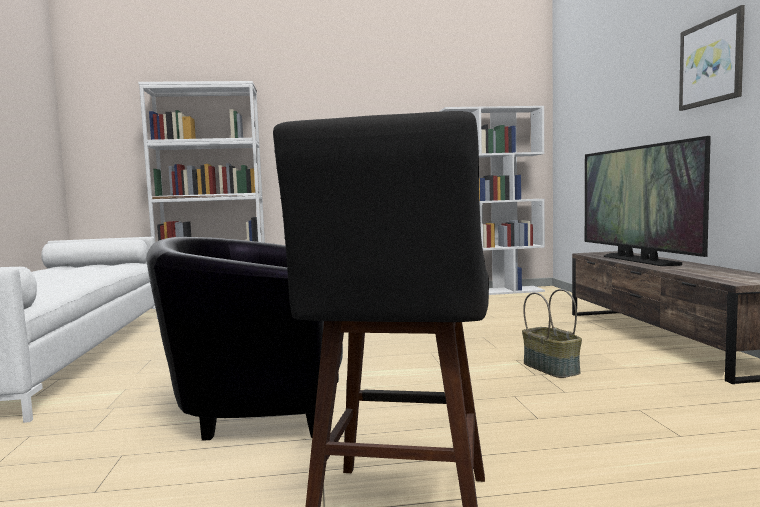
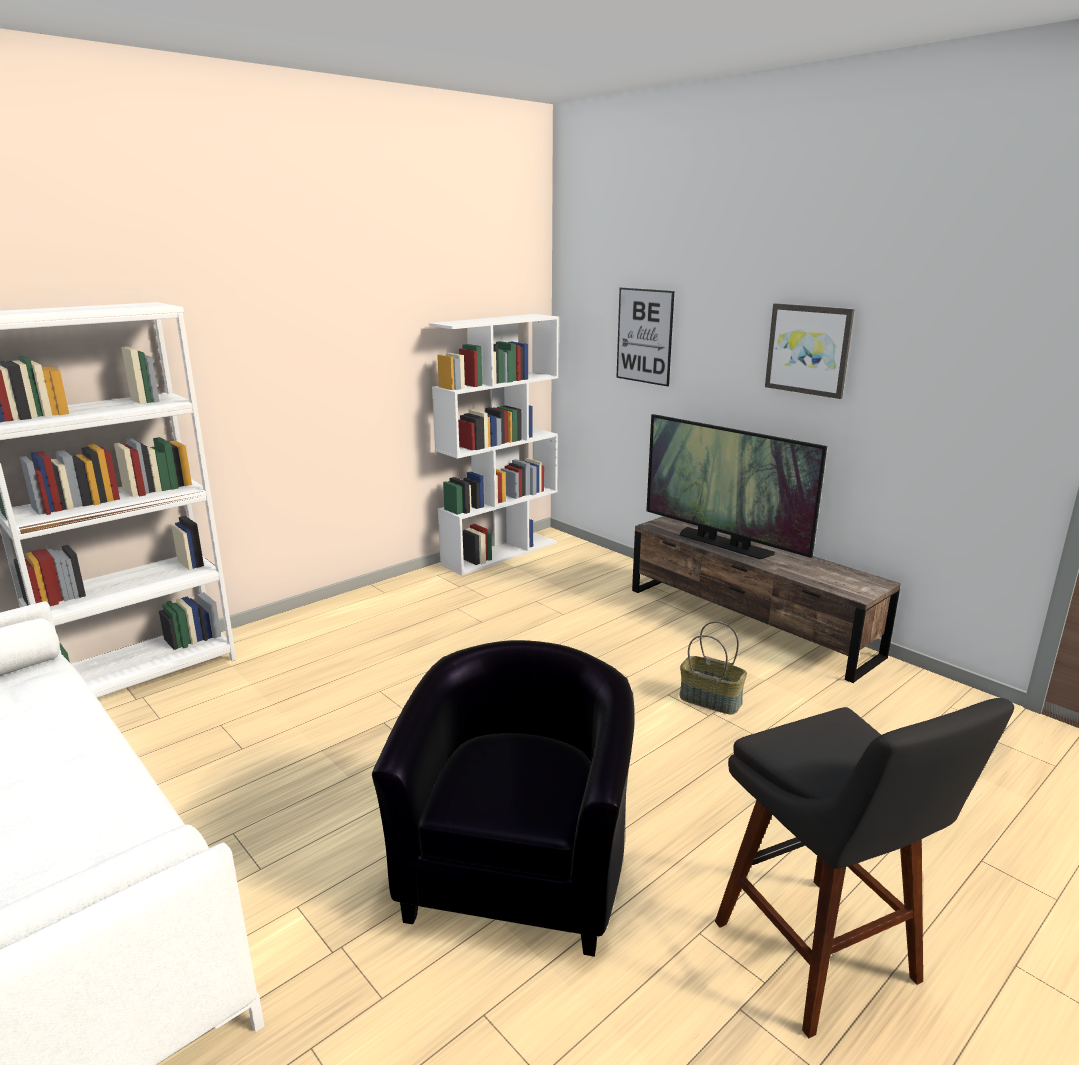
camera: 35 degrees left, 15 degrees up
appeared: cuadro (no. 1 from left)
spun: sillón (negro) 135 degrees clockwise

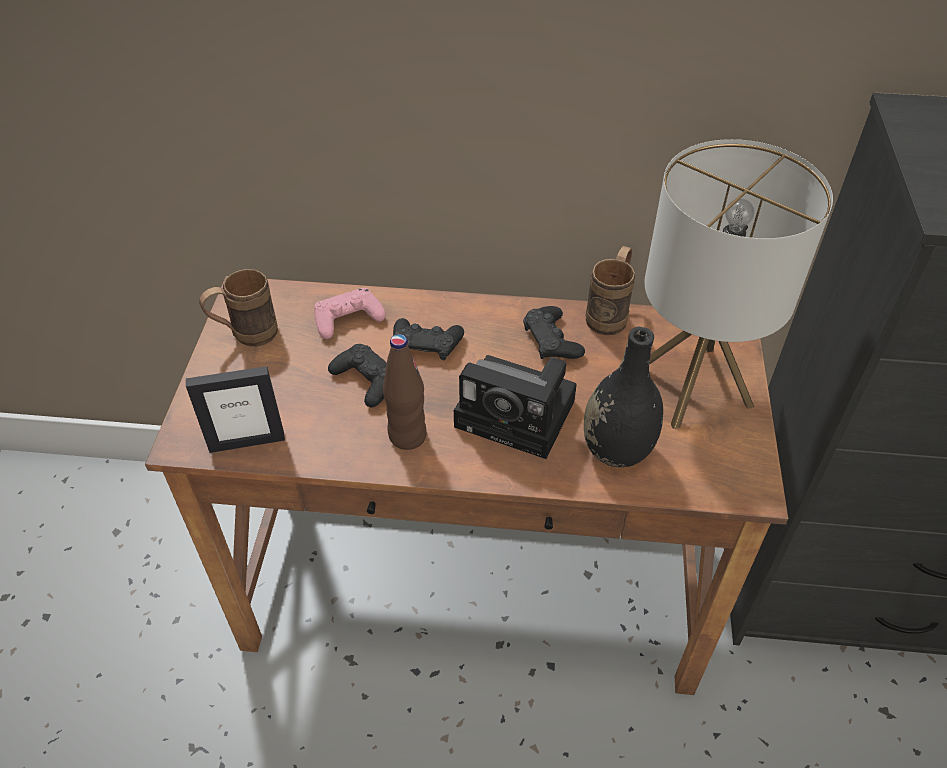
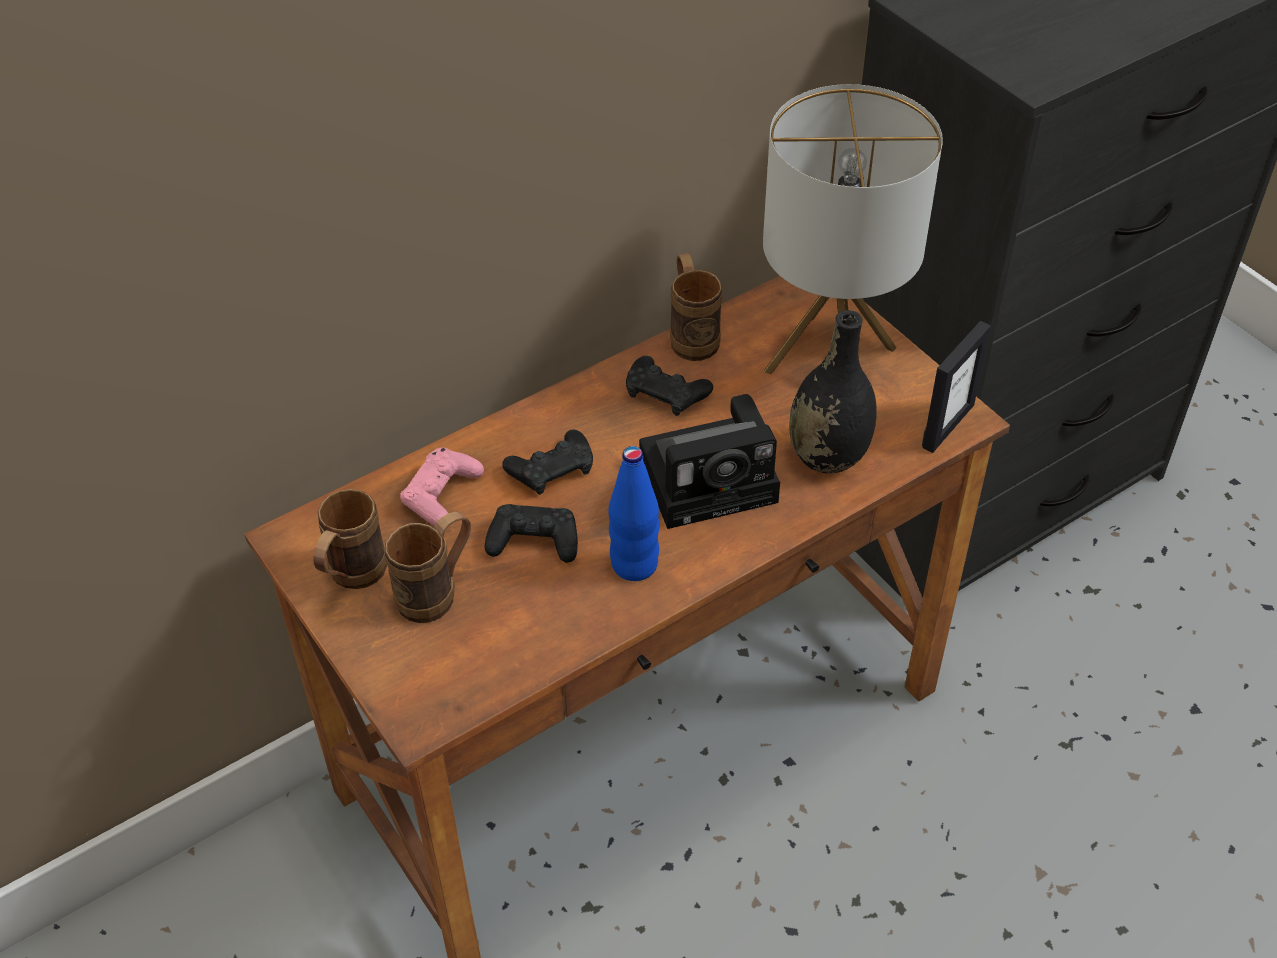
camera: 40 degrees left, 0 degrees up
appeared: taza grande (marrón) (no. 2 from left)
relocated: portarretratos
colour: botella (marrón) to botella (azul)

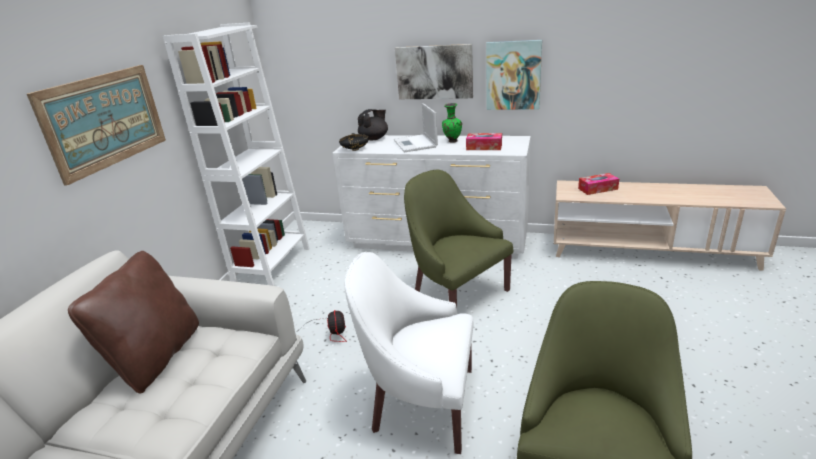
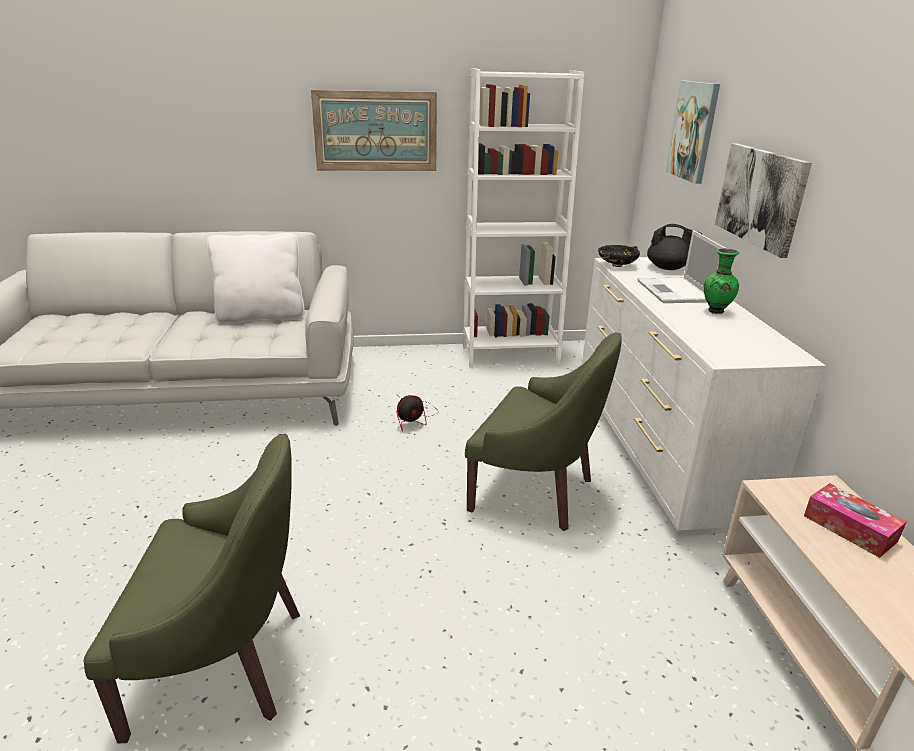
camera: 65 degrees right, 0 degrees up
missing: caja de pañuelos (no. 1 from left); sillón (blanco)
relocated: cuadro (no. 3 from left in the first image) to cuadro (no. 2 from left)
colour: cojín (marrón) to cojín (blanco)
spun: portátil 60 degrees counterclockwise; sillón (verde) (no. 1 from left in the first image) 90 degrees clockwise

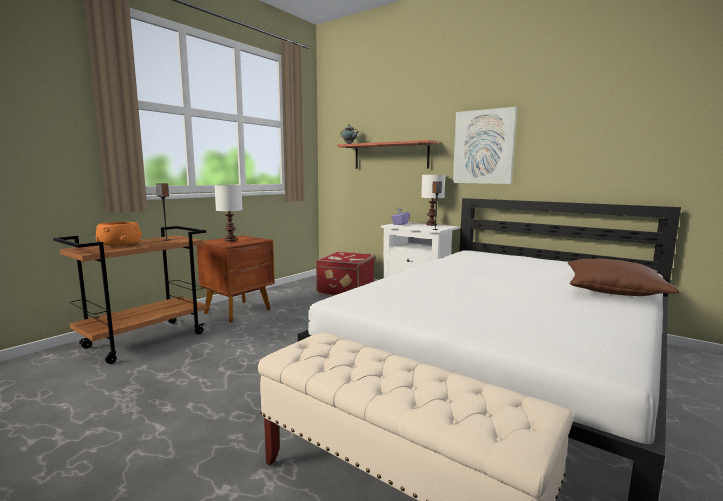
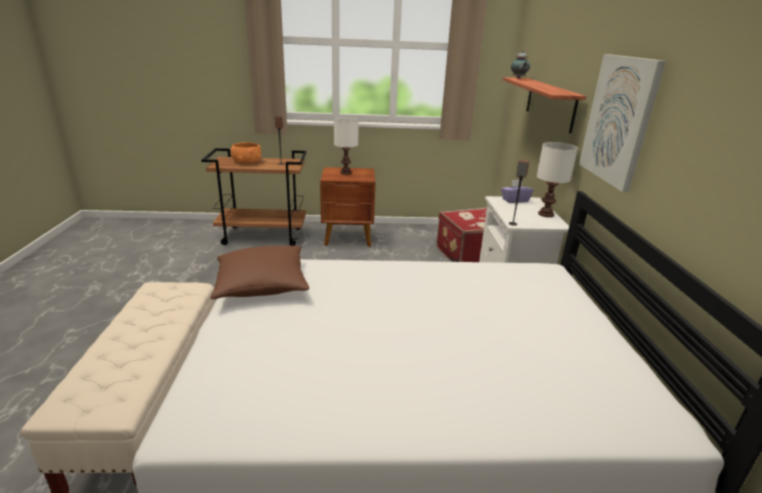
camera: 50 degrees right, 15 degrees up
relocated: cojín (marrón)

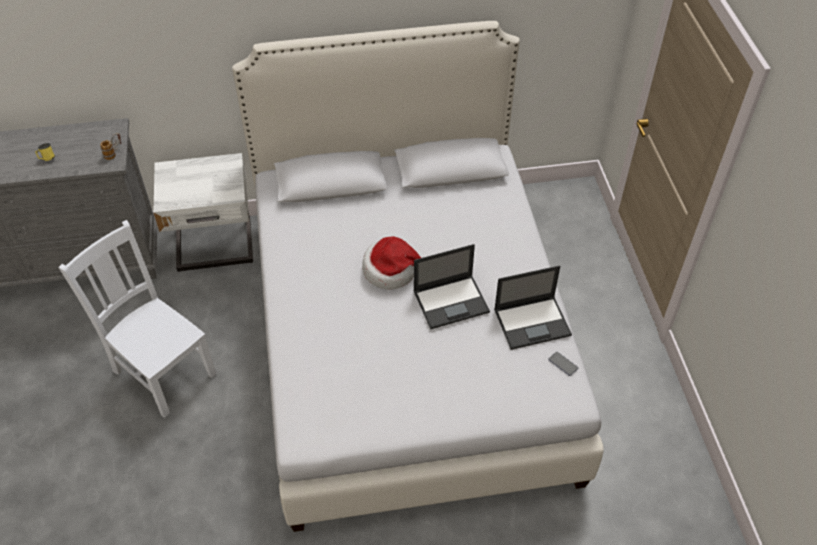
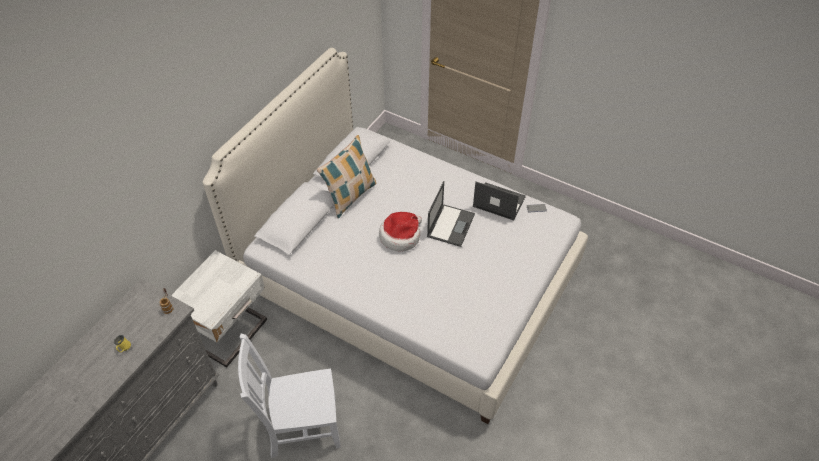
camera: 50 degrees left, 0 degrees up
appeared: cojín
spun: portátil (no. 2 from left) 90 degrees counterclockwise

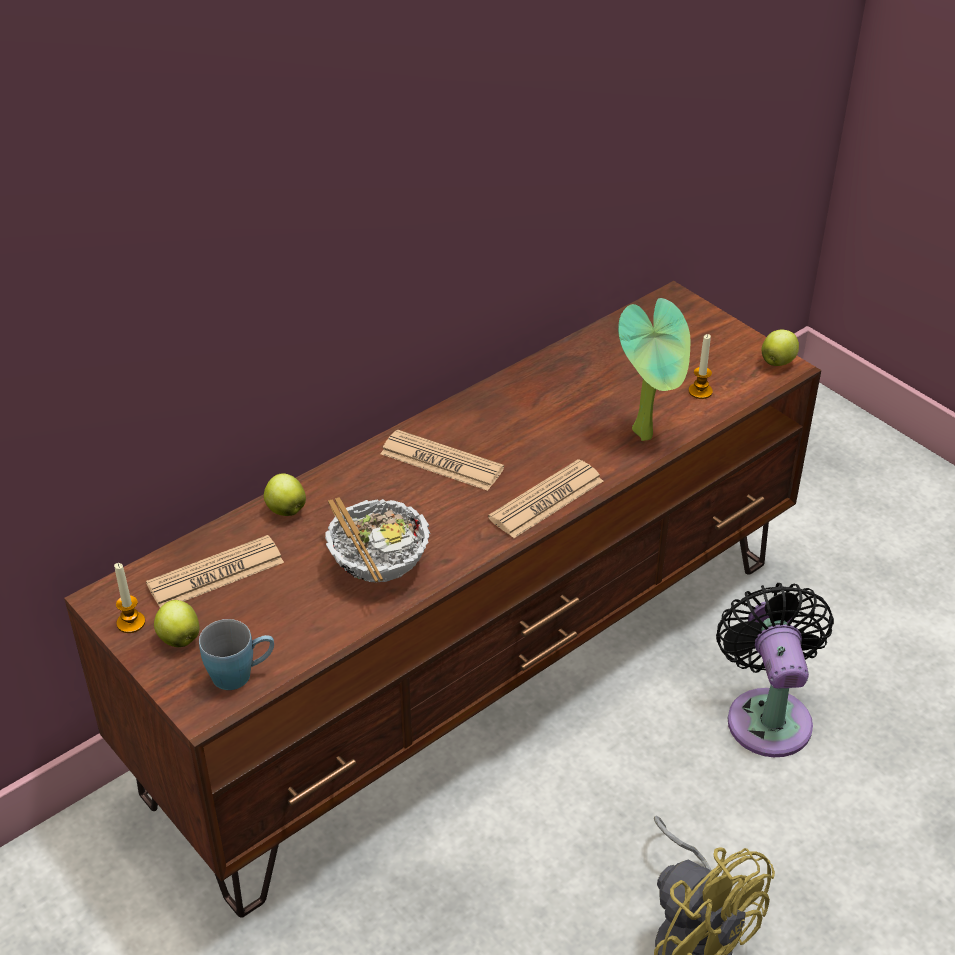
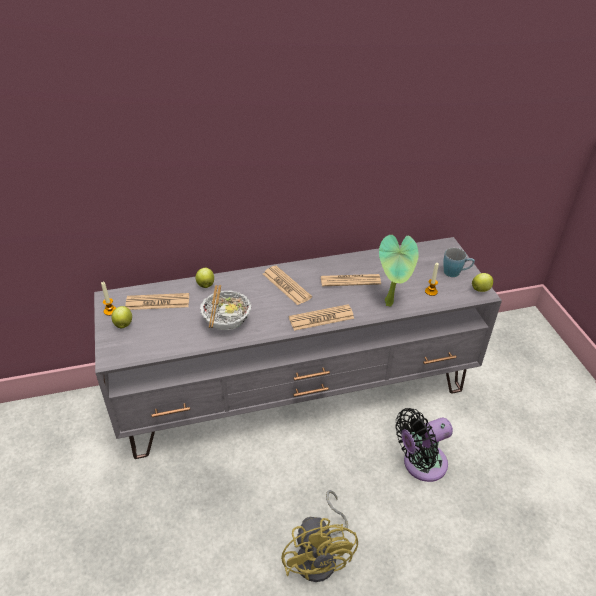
camera: 25 degrees right, 0 degrees up
appeared: periódico (no. 4 from left)
relocated: taza grande (azul)
colour: mueble de televisión (marrón) to mueble de televisión (gris)
spun: ventilador (negro) 135 degrees counterclockwise

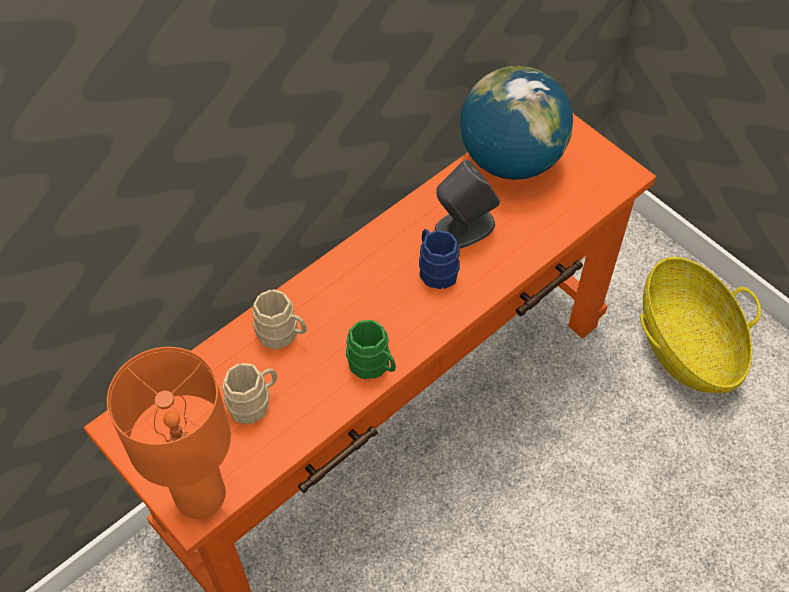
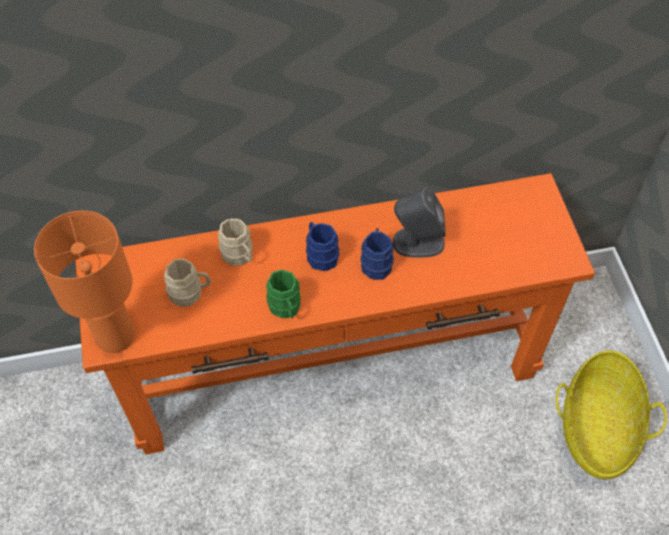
camera: 30 degrees right, 0 degrees up
missing: globo terráqueo
appeared: taza grande (azul) (no. 1 from left)

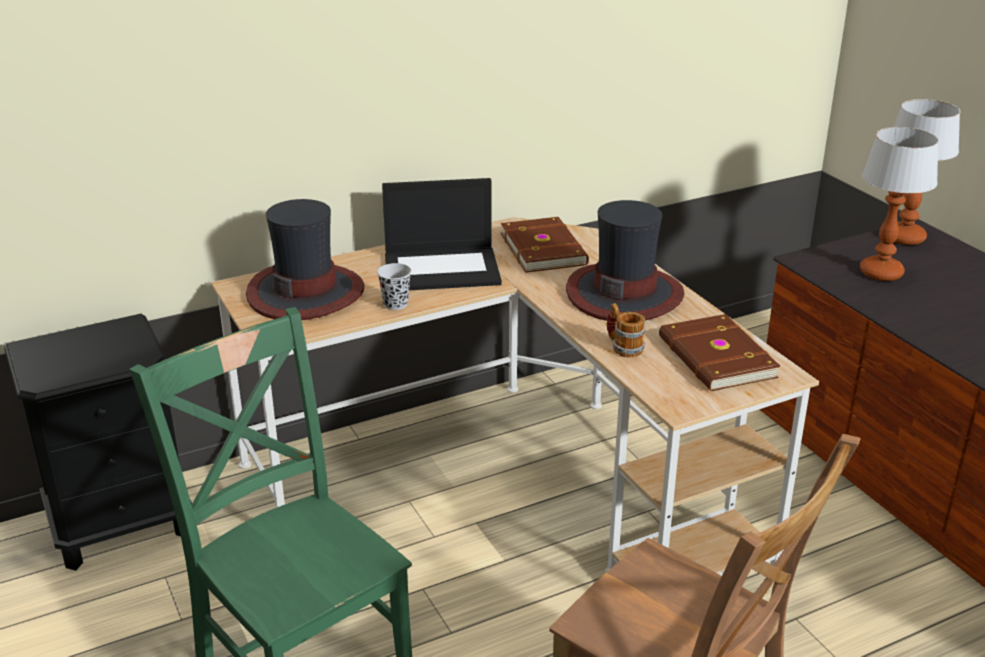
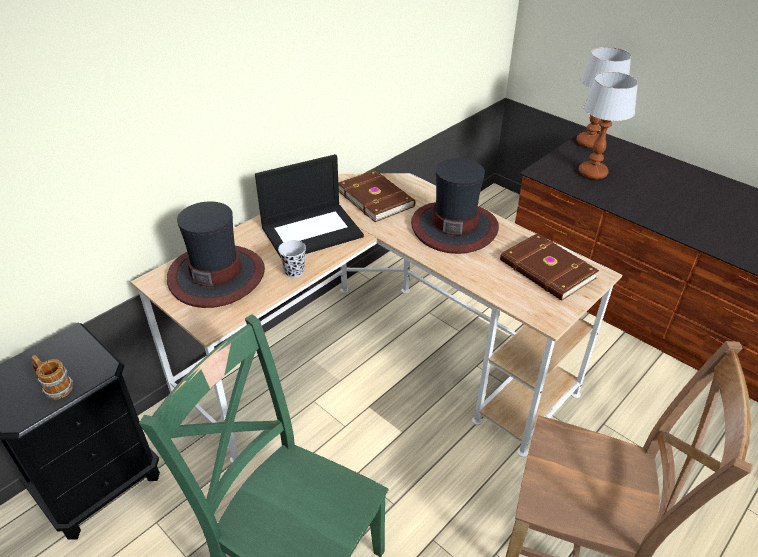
camera: 20 degrees left, 10 degrees up
relocated: taza grande

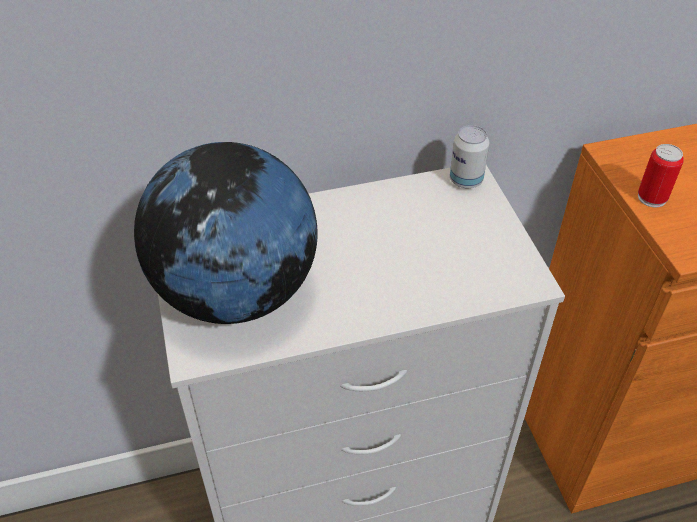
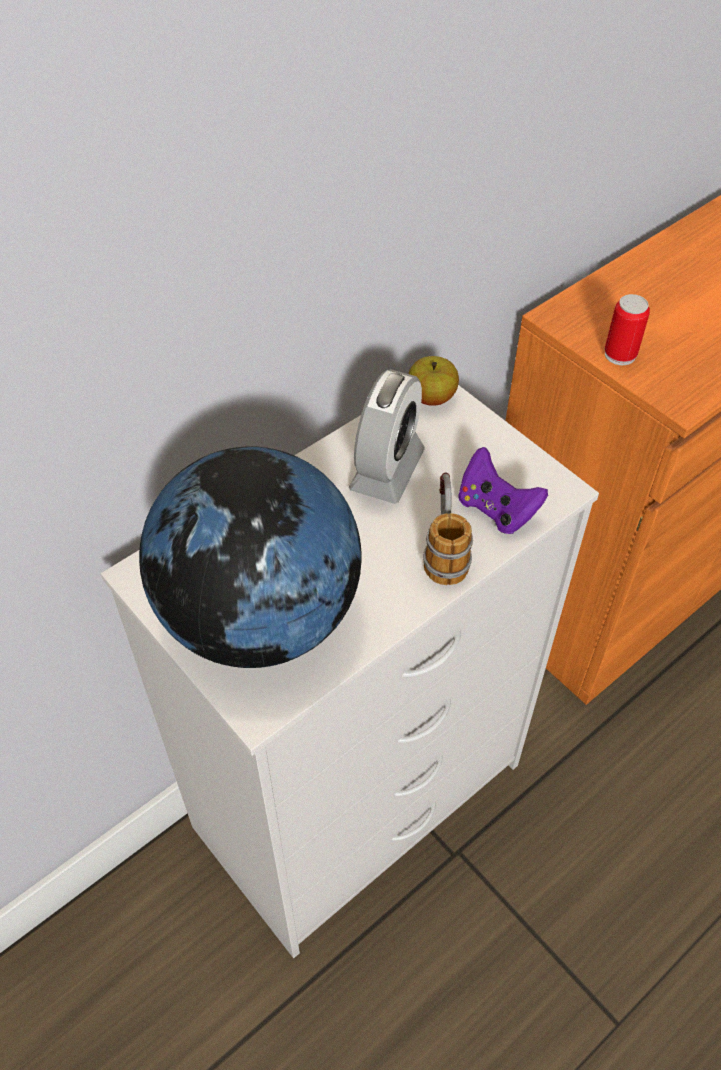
camera: 25 degrees left, 5 degrees up
appeared: despertador; mando de consola (morado); taza grande
exchanged: lata (no. 1 from left) to manzana

